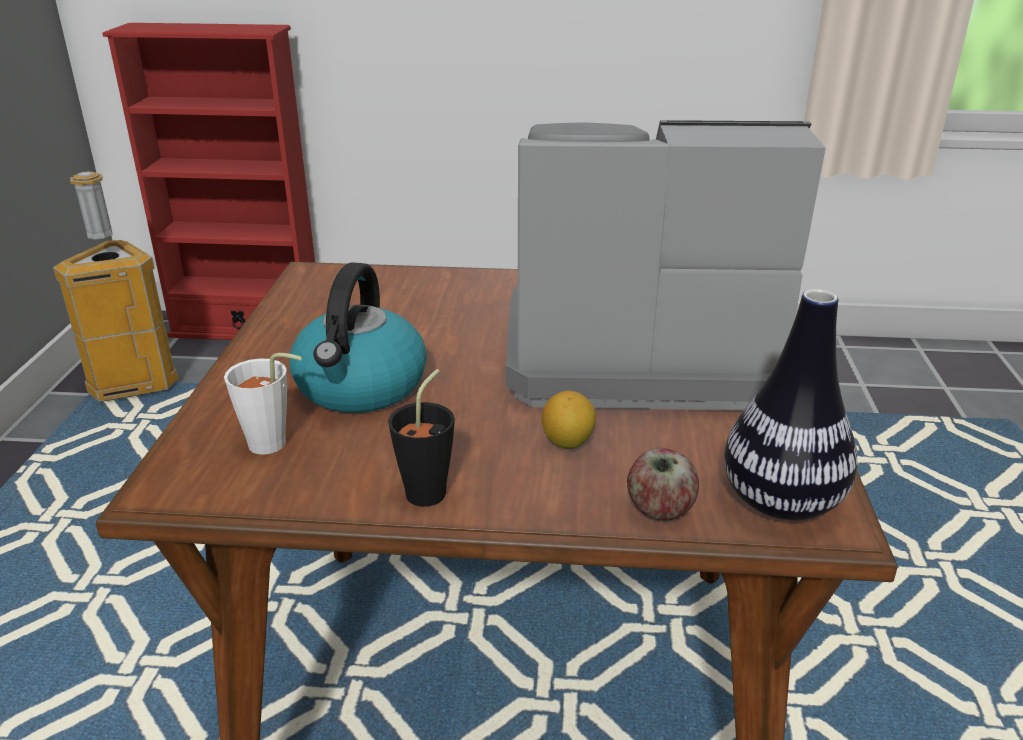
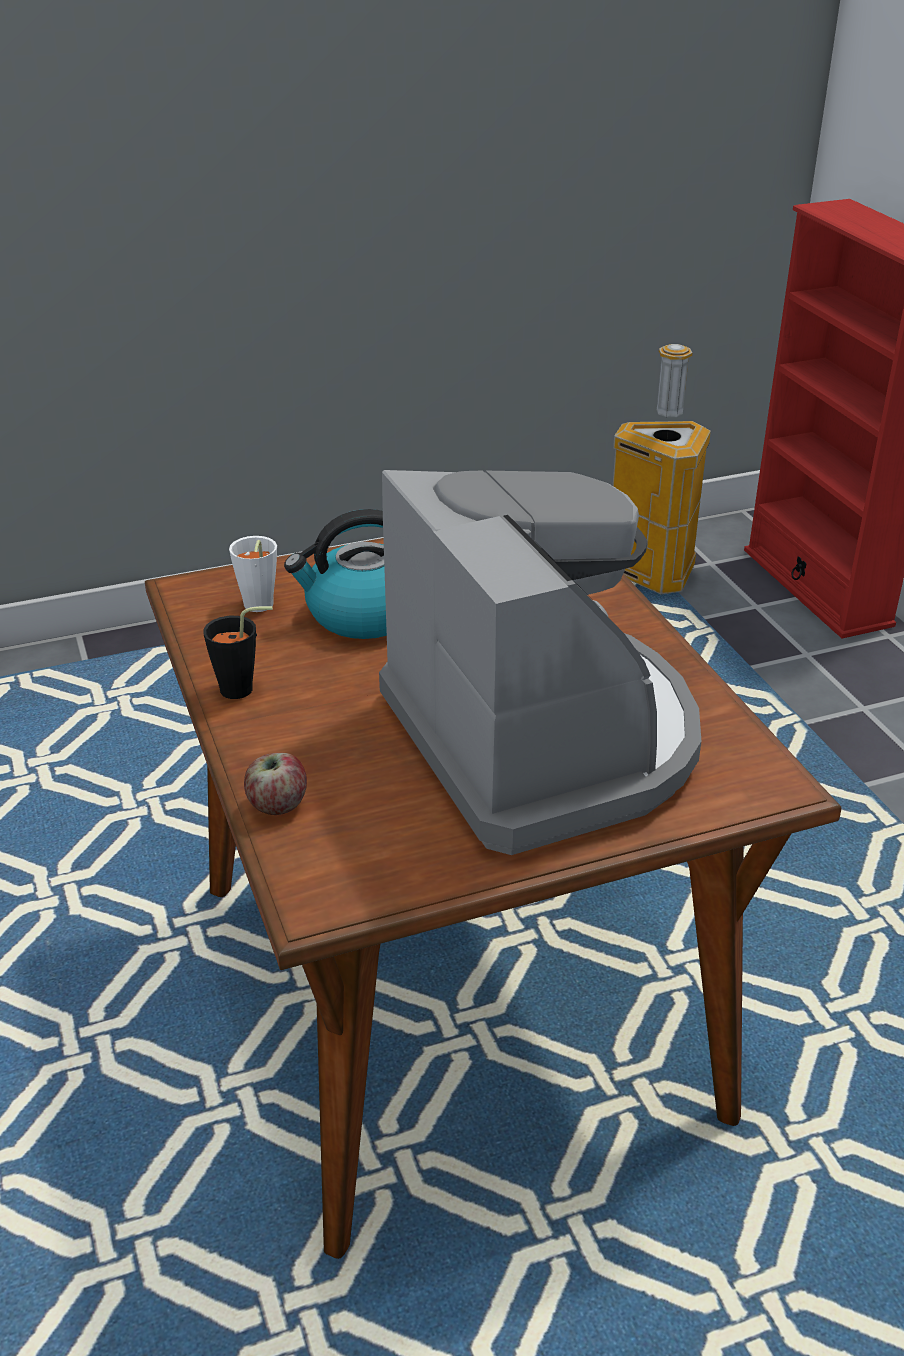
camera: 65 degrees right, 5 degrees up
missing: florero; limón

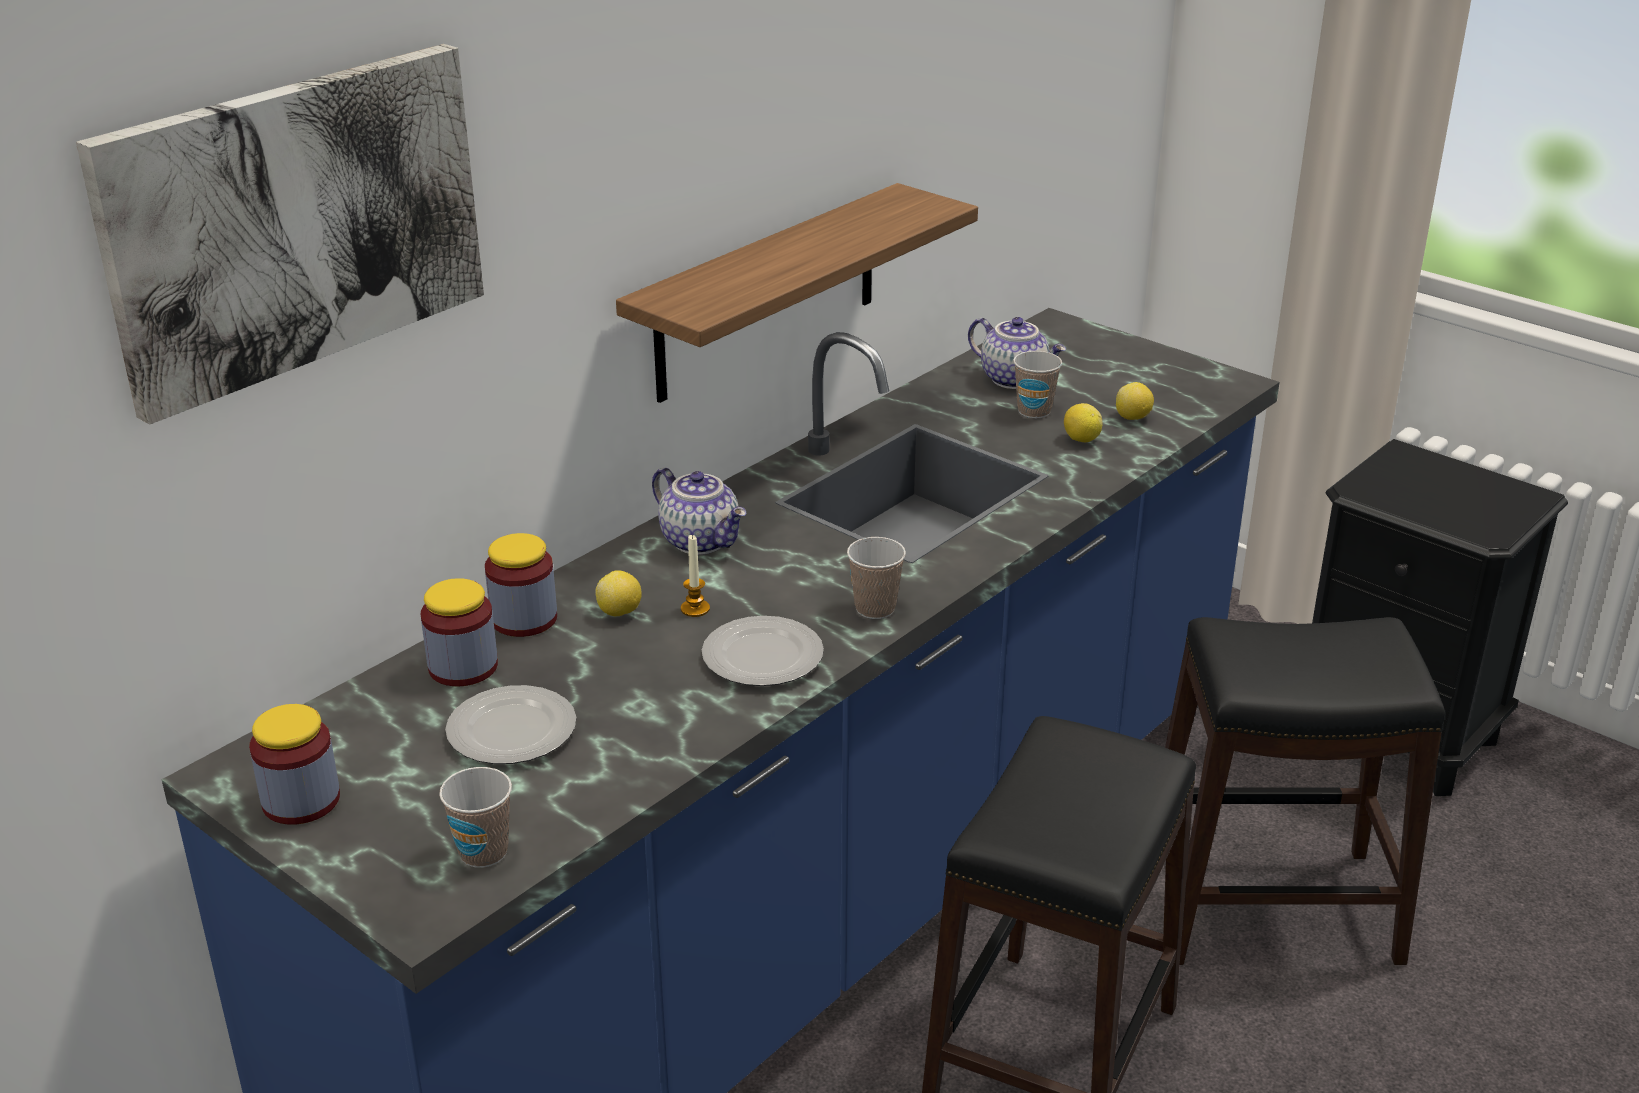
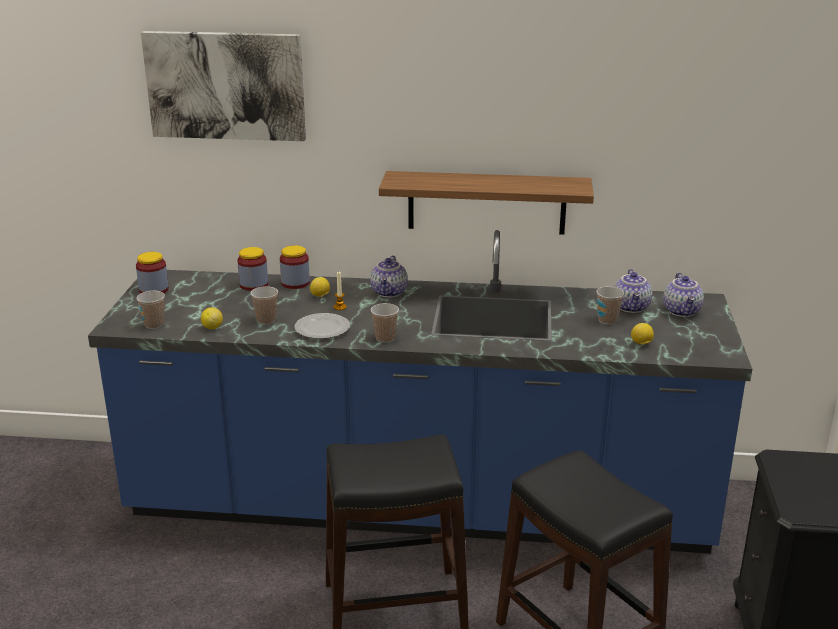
camera: 55 degrees right, 5 degrees down
missing: plato (no. 1 from left)
appeared: tetera (no. 3 from left); taza (no. 2 from left)
relocated: limón (no. 2 from left in the first image) to limón (no. 1 from left)

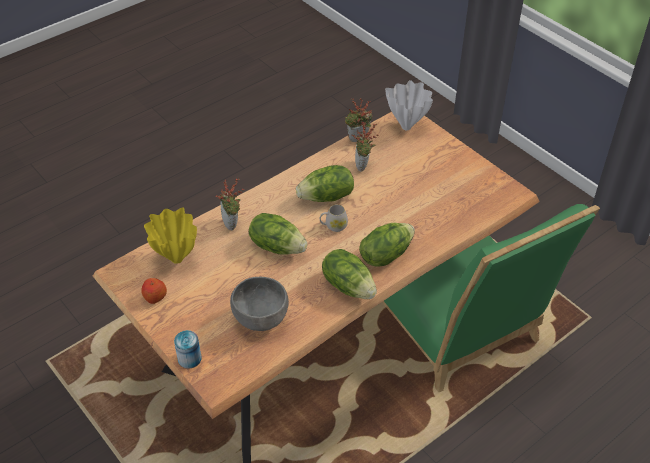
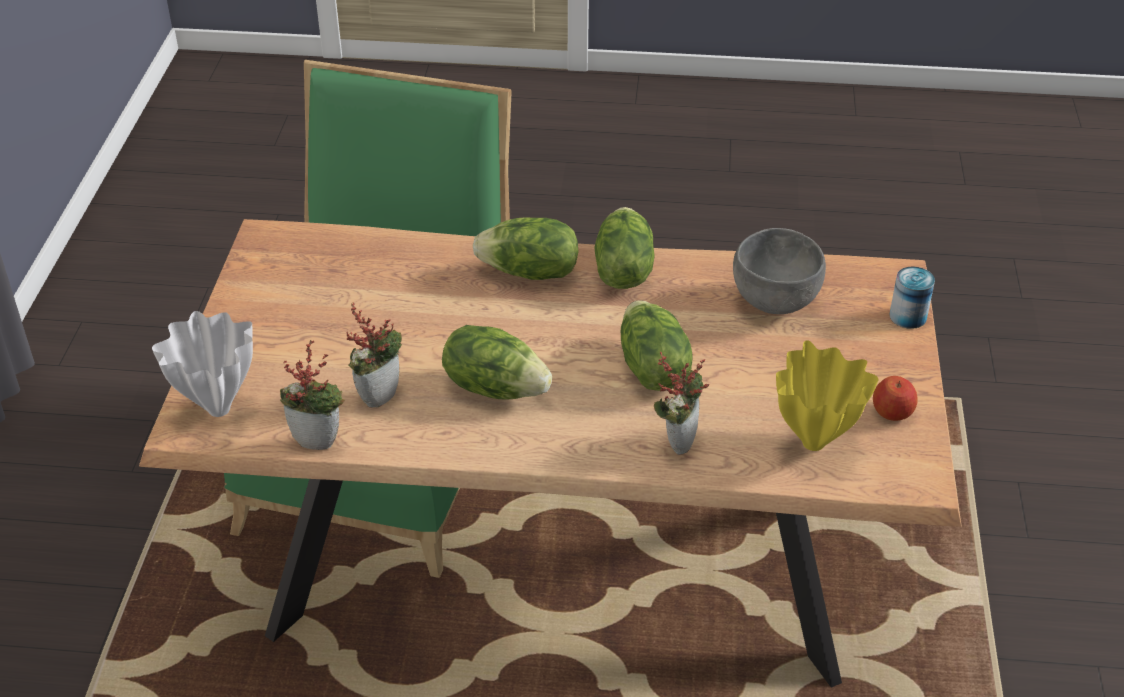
camera: 135 degrees left, 5 degrees down
missing: taza grande (blanco)

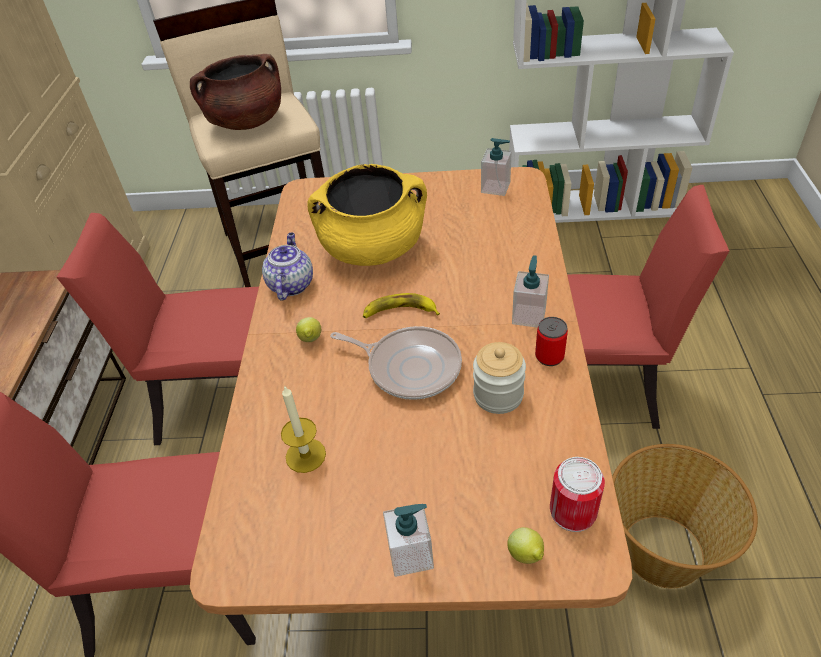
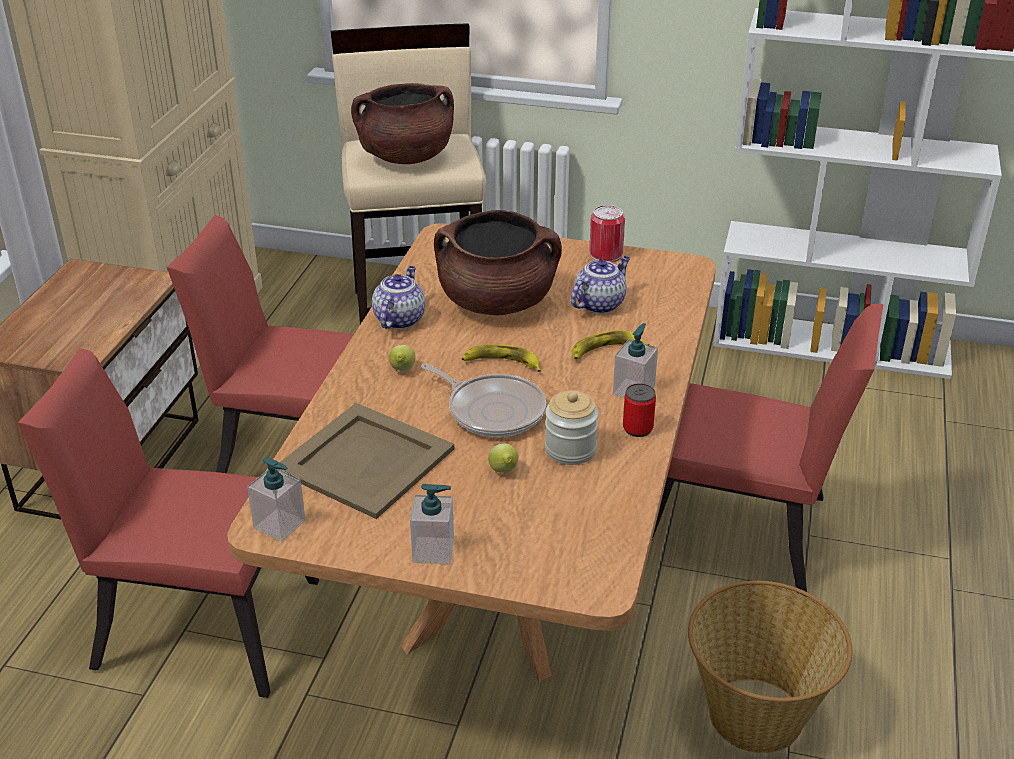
camera: 10 degrees right, 10 degrees down
appeared: tetera (no. 2 from left); plátano (no. 2 from left)
relocated: dispensador de jabón (no. 2 from left in the first image) to dispensador de jabón (no. 1 from left); lata (no. 2 from left in the first image) to lata (no. 1 from left); limón (no. 2 from left)
exchanged: vela to bandeja (beis)
colour: olla (amarillo) to olla (marrón) (no. 2 from left)

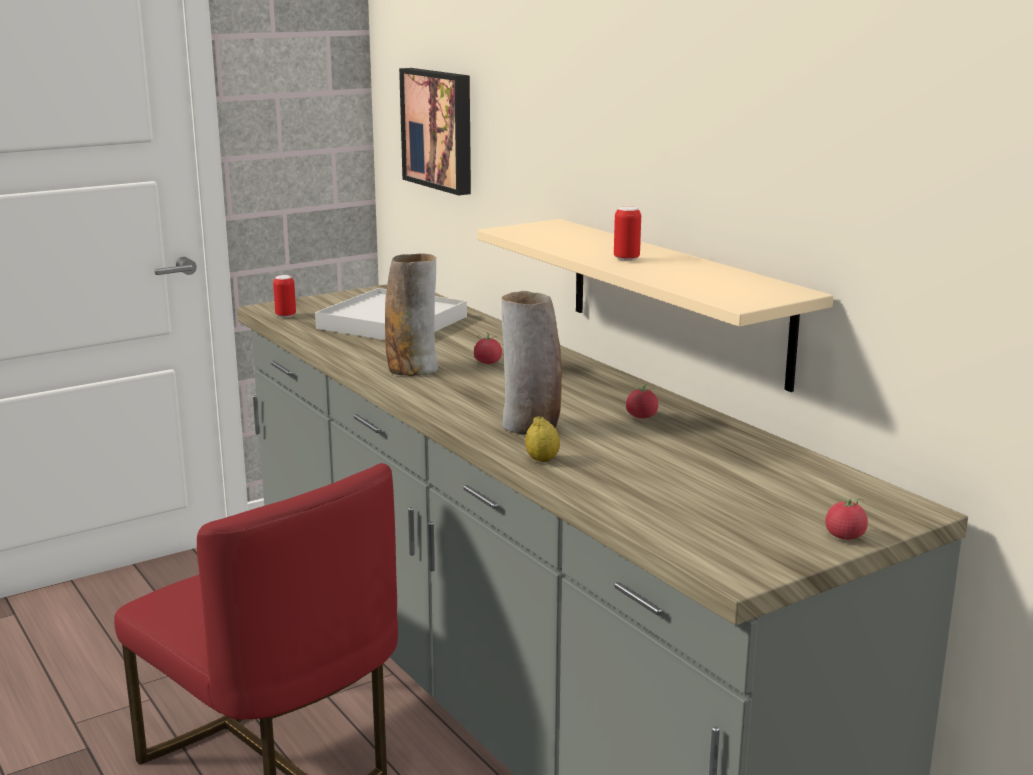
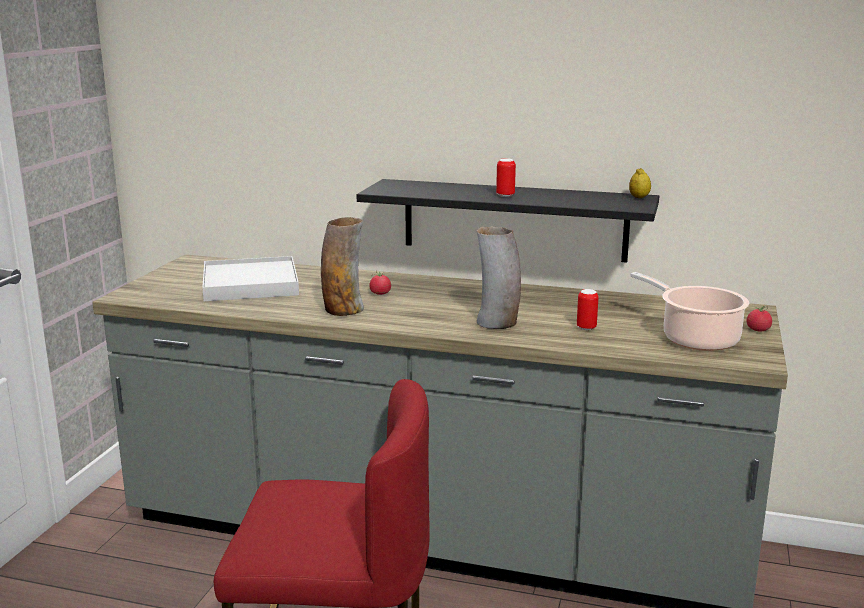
camera: 40 degrees left, 0 degrees up
missing: cuadro; tomate (no. 2 from left)
appeared: olla
relocated: lata (no. 1 from left in the first image) to lata (no. 2 from left); limón
colour: estante (beis) to estante (negro)

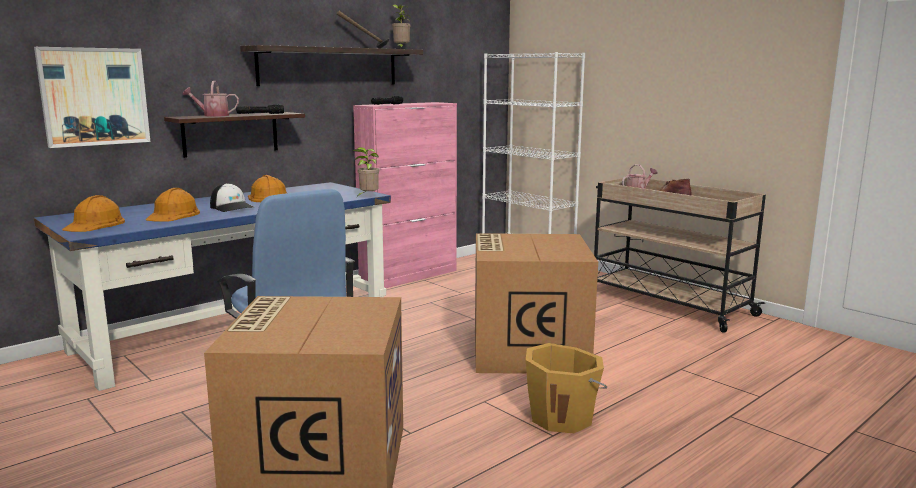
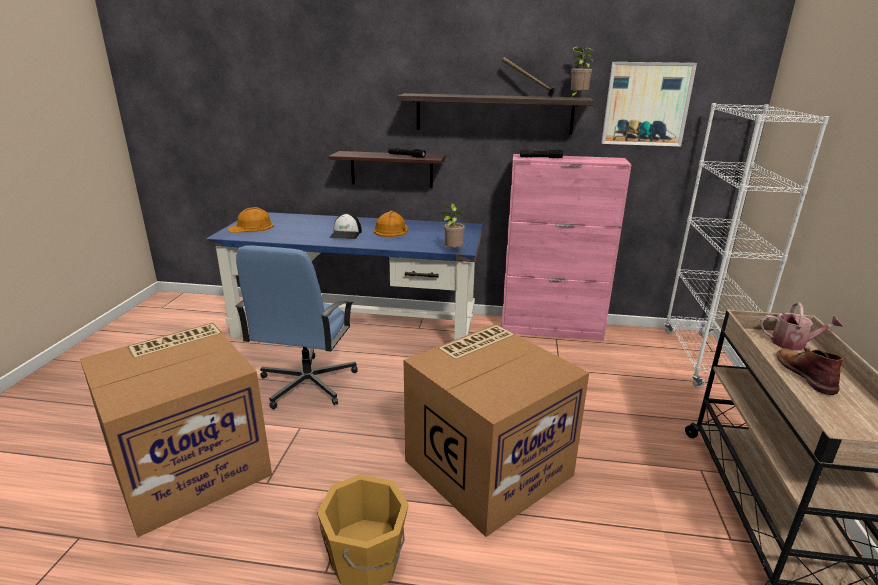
camera: 50 degrees right, 10 degrees up
missing: regadera (no. 1 from left); casco (naranja) (no. 2 from left)
relocated: cuadro

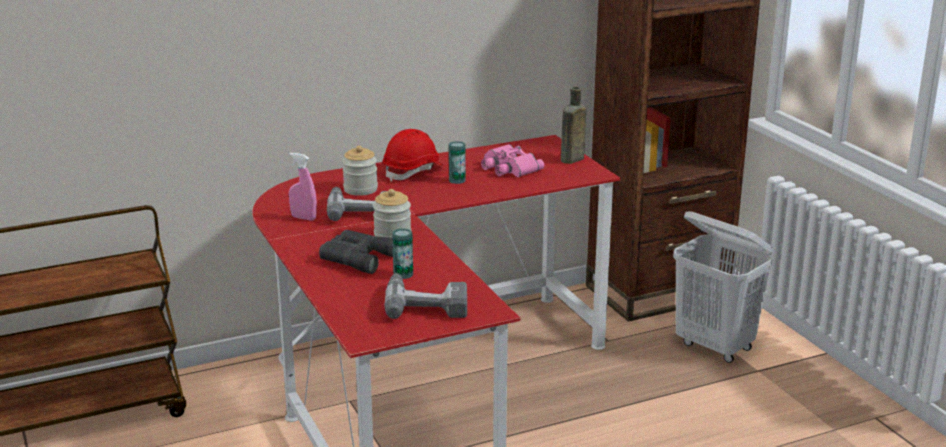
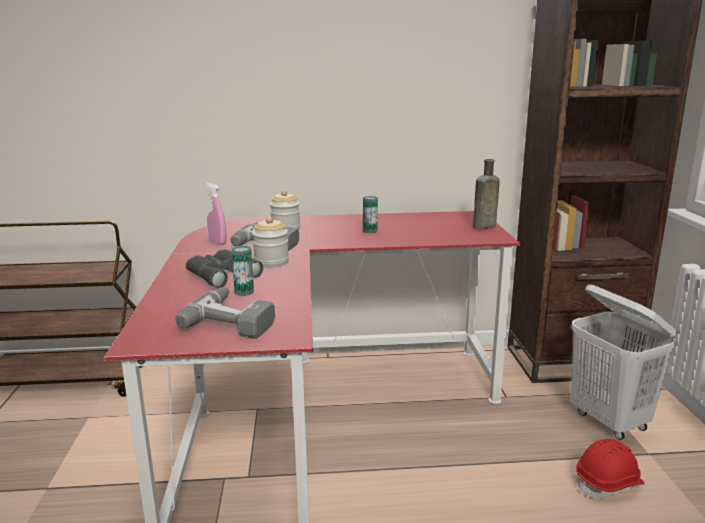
camera: 20 degrees right, 5 degrees down
missing: prismáticos (rosa)
relocated: casco (rojo)

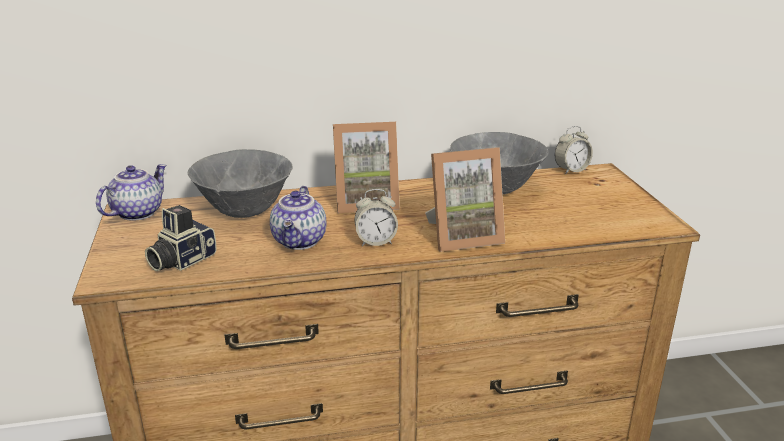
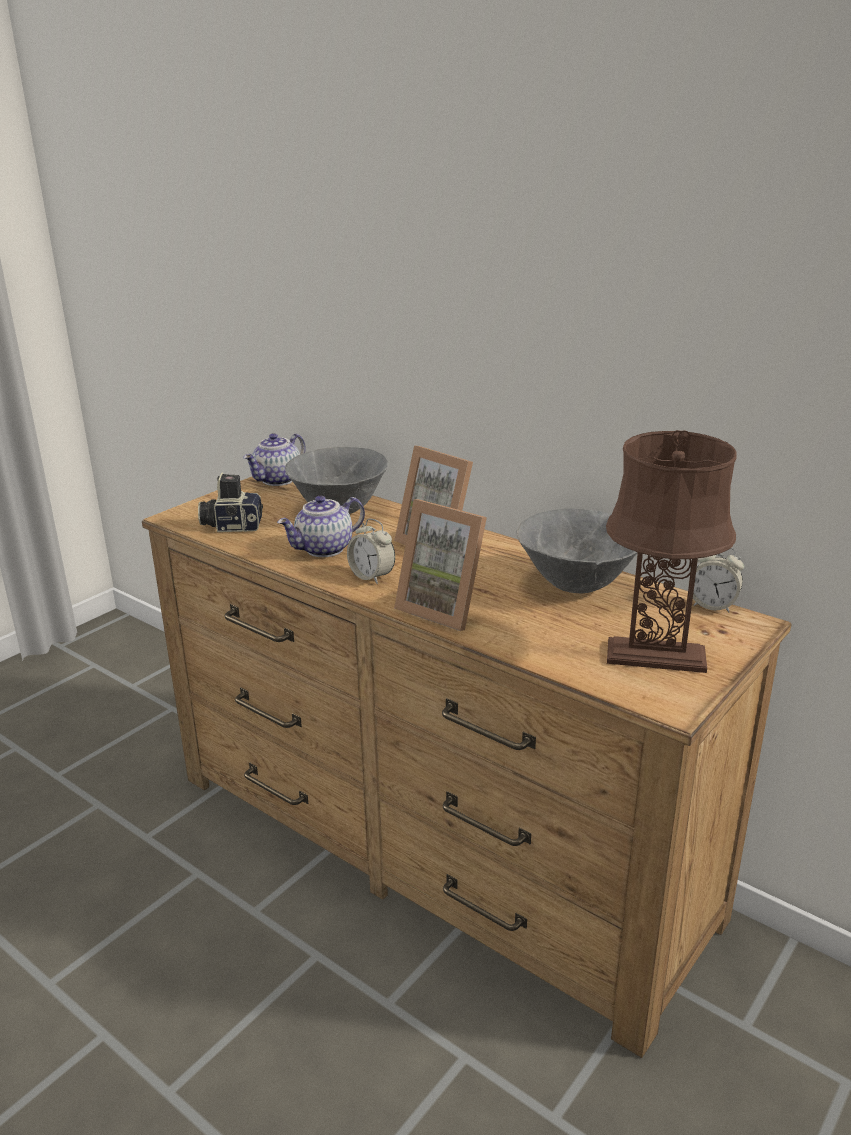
camera: 50 degrees right, 0 degrees up
appeared: lámpara de mesa (marrón)
spun: tetera (no. 1 from left) 135 degrees clockwise

